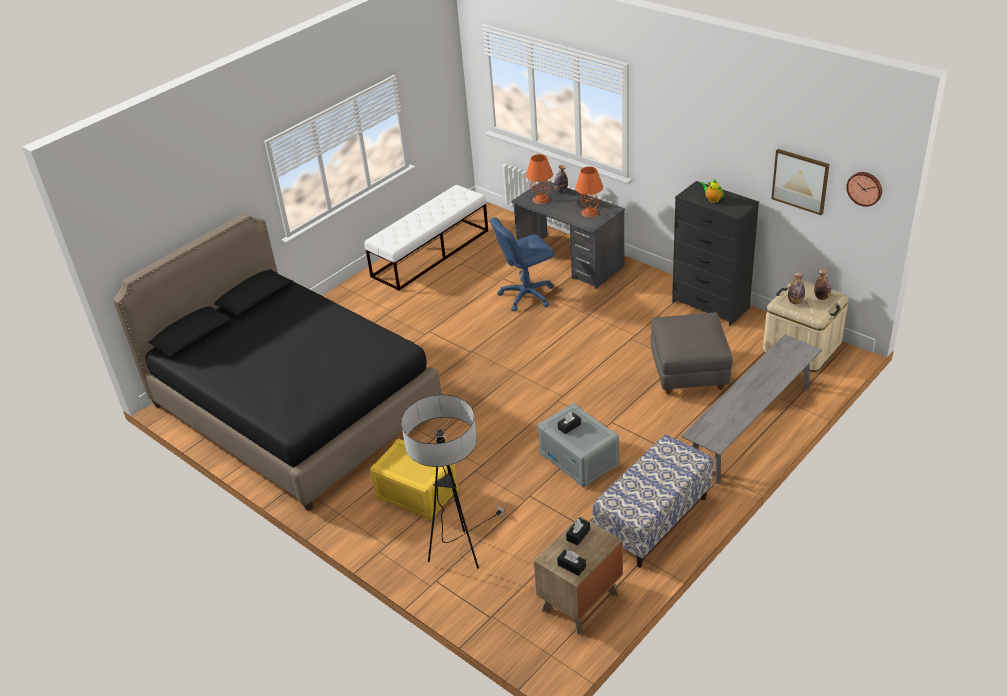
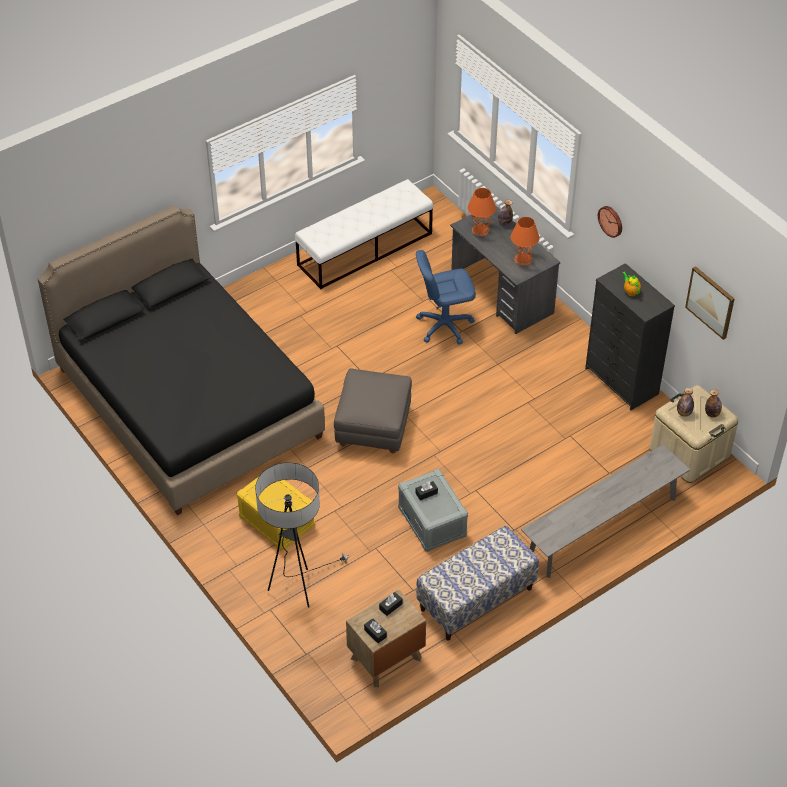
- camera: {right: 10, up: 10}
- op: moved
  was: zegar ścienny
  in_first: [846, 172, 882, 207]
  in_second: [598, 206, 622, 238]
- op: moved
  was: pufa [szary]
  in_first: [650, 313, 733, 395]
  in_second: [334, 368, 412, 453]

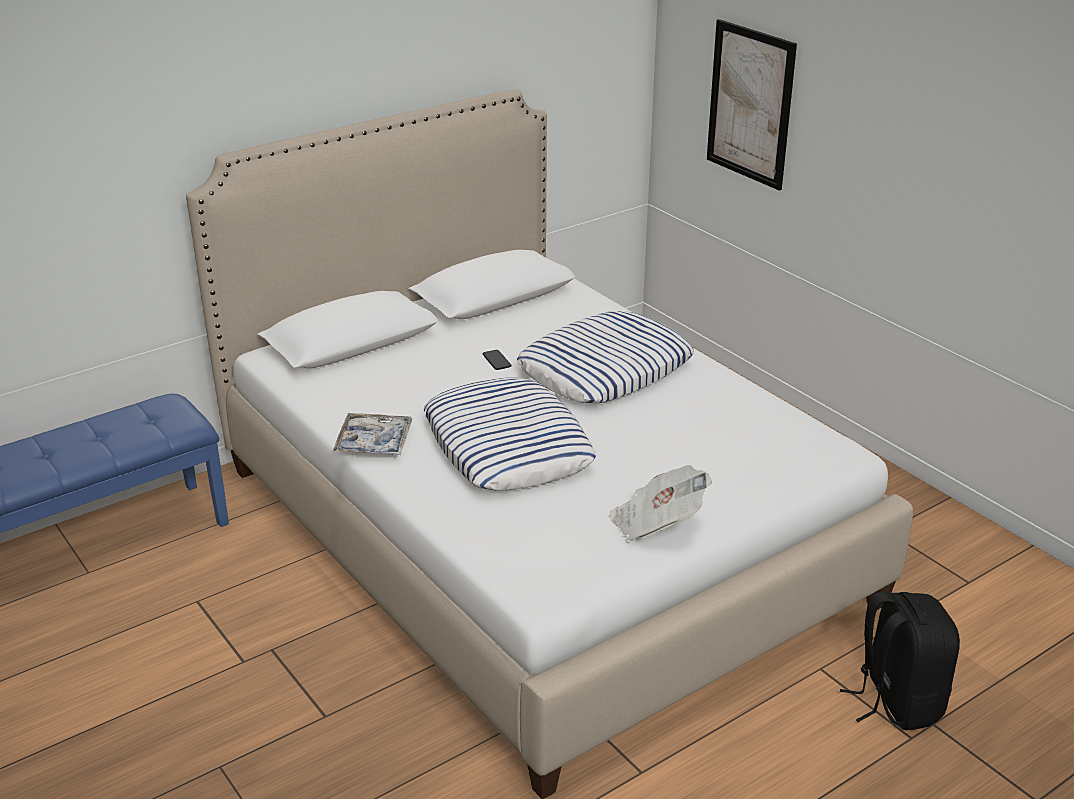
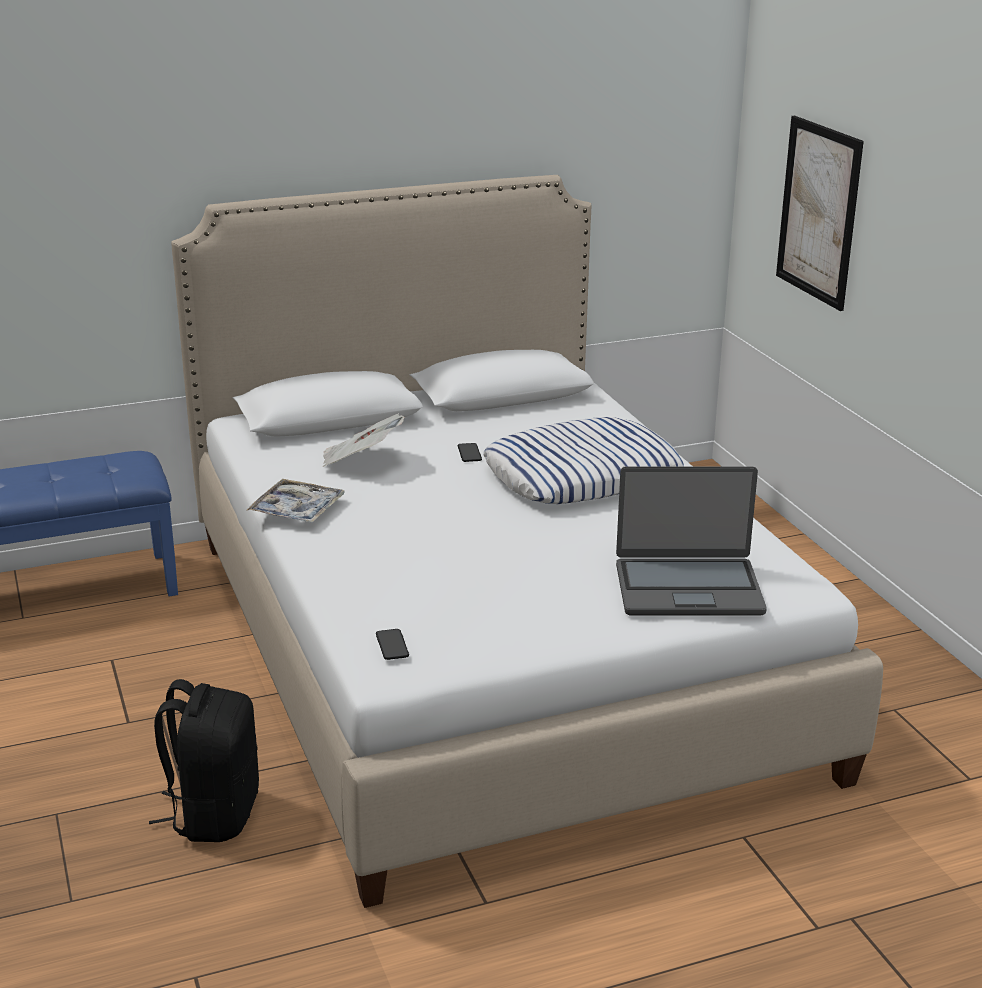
- camera: {right: 15, up: -5}
- op: removed
  was: poduszka
  in_first: [423, 377, 596, 491]
- op: moved
  was: gazeta
  in_first: [609, 465, 712, 541]
  in_second: [323, 413, 404, 467]
- op: moved
  was: plecak [czarny]
  in_first: [840, 592, 960, 730]
  in_second: [149, 679, 259, 842]
- op: added
  now: laptop
  in_second: [616, 466, 767, 615]
- op: added
  now: telefon
  in_second: [376, 629, 409, 660]

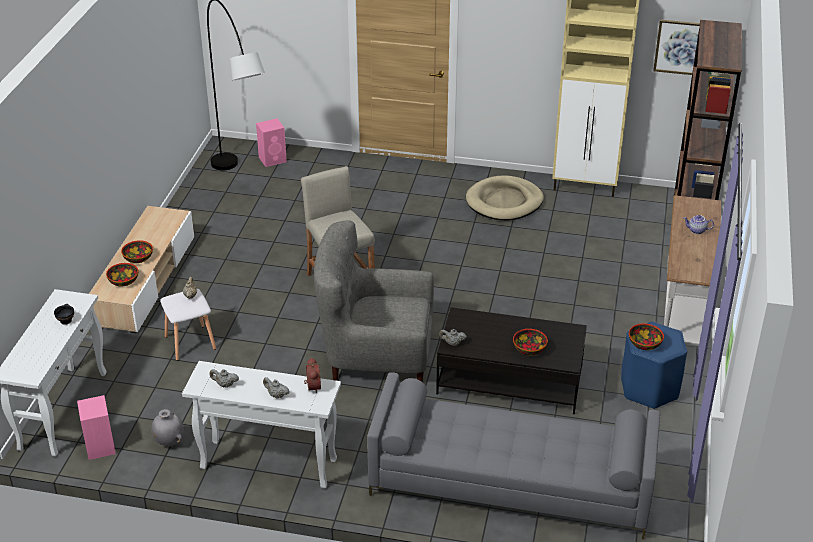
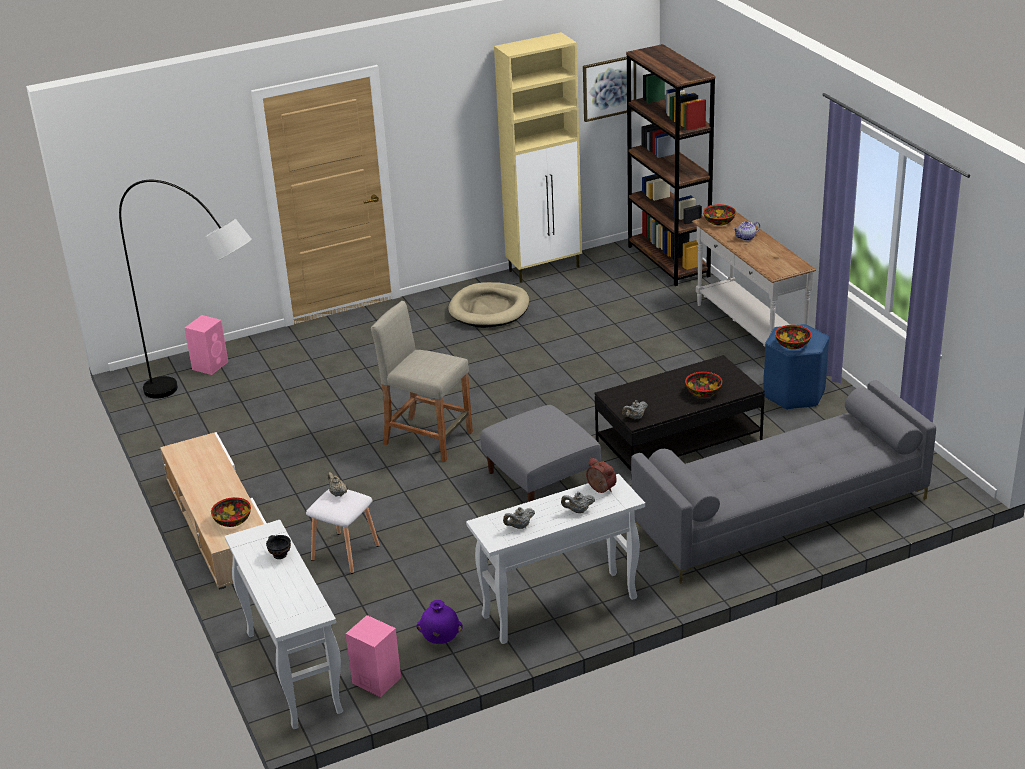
- camera: {right: -35, up: -5}
- op: replaced
  was: fotel [szary]
  now: pufa [szary]
  in_first: [314, 220, 434, 382]
  in_second: [480, 405, 601, 502]
- op: moved
  was: miska
  in_first: [121, 241, 153, 263]
  in_second: [703, 204, 736, 226]
- op: recoloured
  was: wazon [szary]
  now: wazon [fioletowy]
  in_first: [151, 409, 184, 446]
  in_second: [416, 600, 463, 644]

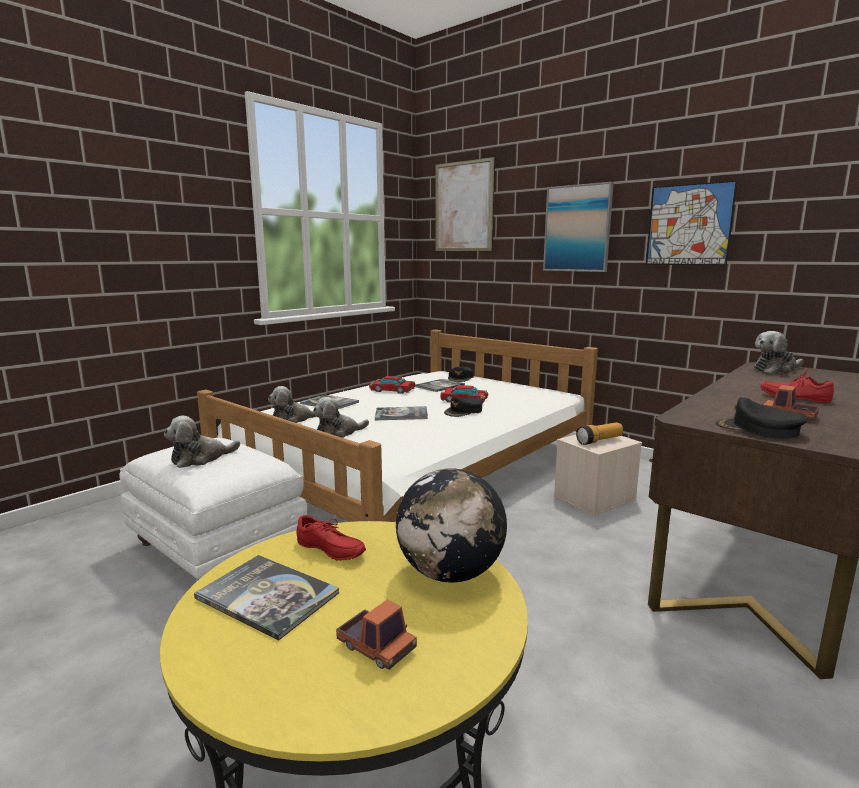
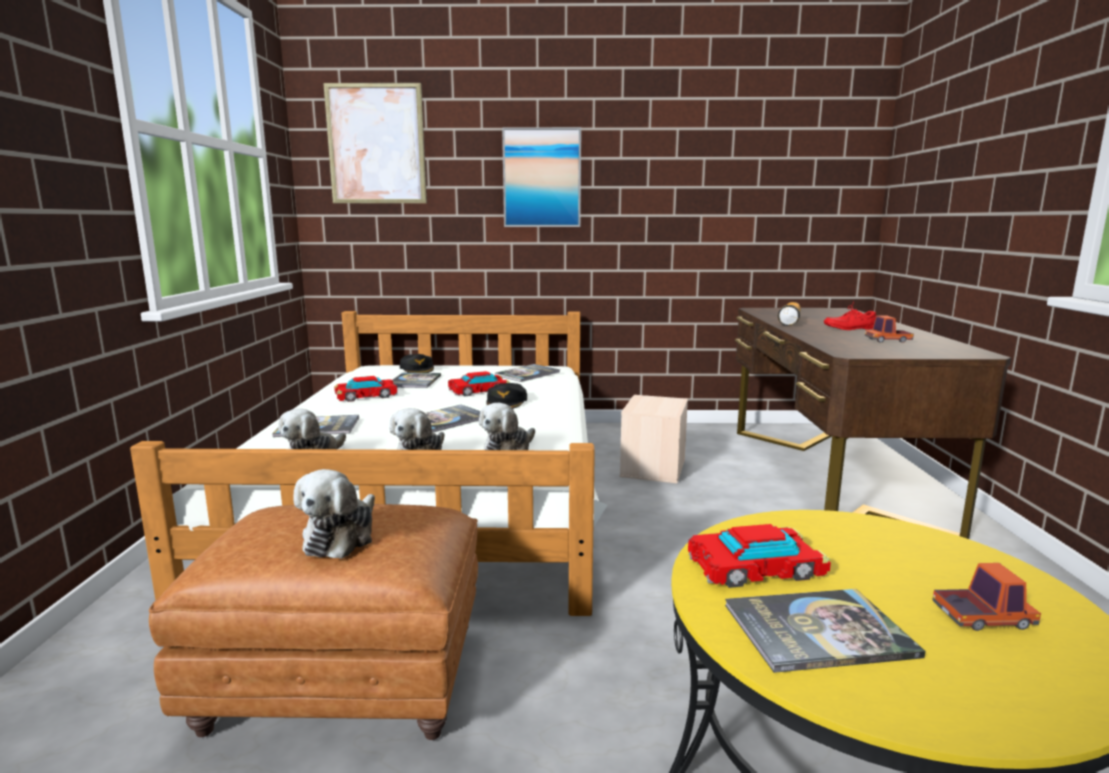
- camera: {right: -40, up: 0}
- op: removed
  was: obraz
  in_first: [646, 181, 737, 266]
- op: moved
  was: pluszak
  in_first: [753, 331, 803, 373]
  in_second: [479, 403, 535, 450]
- op: removed
  was: czapka z daszkiem [czarny]
  in_first: [716, 397, 808, 439]
- op: moved
  was: latarka
  in_first: [576, 422, 623, 445]
  in_second: [778, 302, 801, 326]
- op: recoloured
  was: pufa [biały]
  now: pufa [brązowy]
  in_first: [119, 438, 307, 580]
  in_second: [149, 504, 478, 740]
- op: removed
  was: globus
  in_first: [396, 468, 507, 583]
- op: replaced
  was: but [czerwony]
  now: samochodzik
  in_first: [296, 515, 366, 561]
  in_second: [688, 524, 831, 588]
- op: added
  now: książka
  in_second: [495, 364, 560, 382]

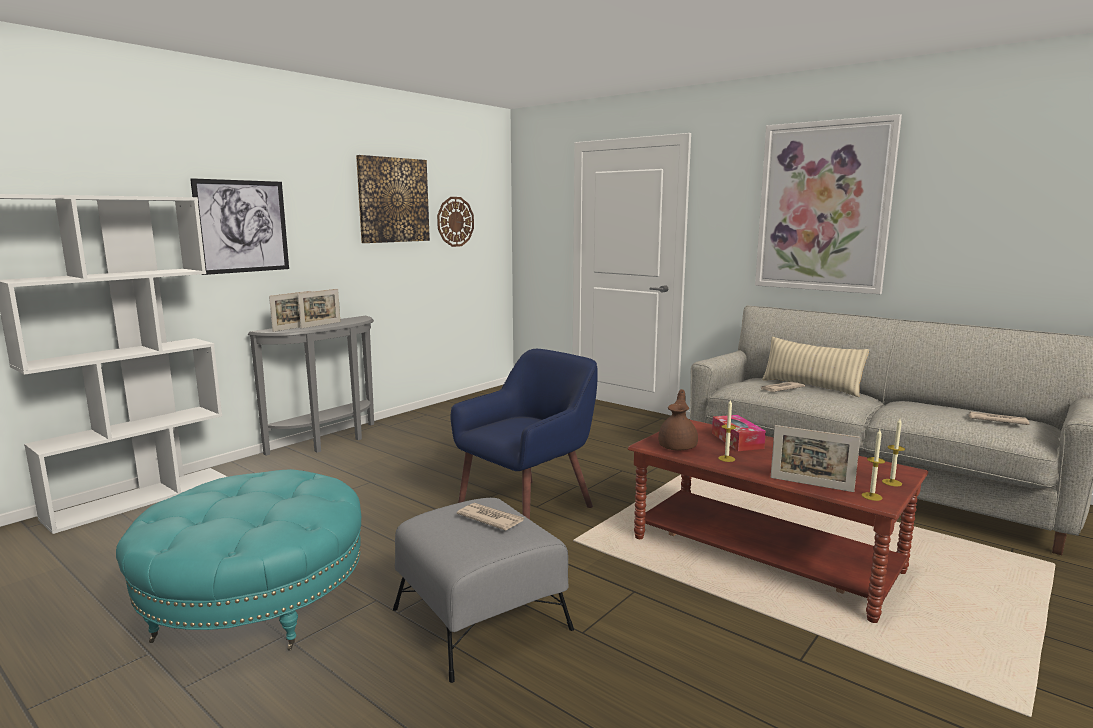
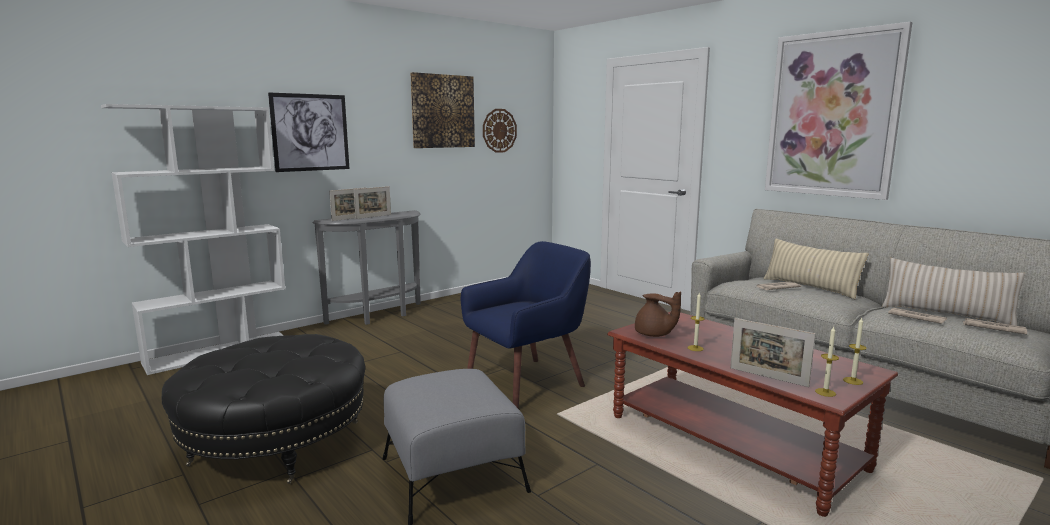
- camera: {right: 10, up: 0}
- op: turned
  was: imbryk [brązowy]
  in_first: [658, 389, 698, 450]
  in_second: [635, 291, 681, 337]
  clockwise: 105
- op: removed
  was: pudełko chusteczek
  in_first: [712, 415, 766, 451]
- op: recoloured
  was: pufa [turkusowy]
  now: pufa [czarny]
  in_first: [116, 469, 361, 650]
  in_second: [162, 334, 365, 484]
- op: moved
  was: gazeta
  in_first: [457, 503, 524, 531]
  in_second: [888, 308, 947, 324]
- op: added
  now: poduszka [beżowy]
  in_second: [882, 258, 1025, 326]

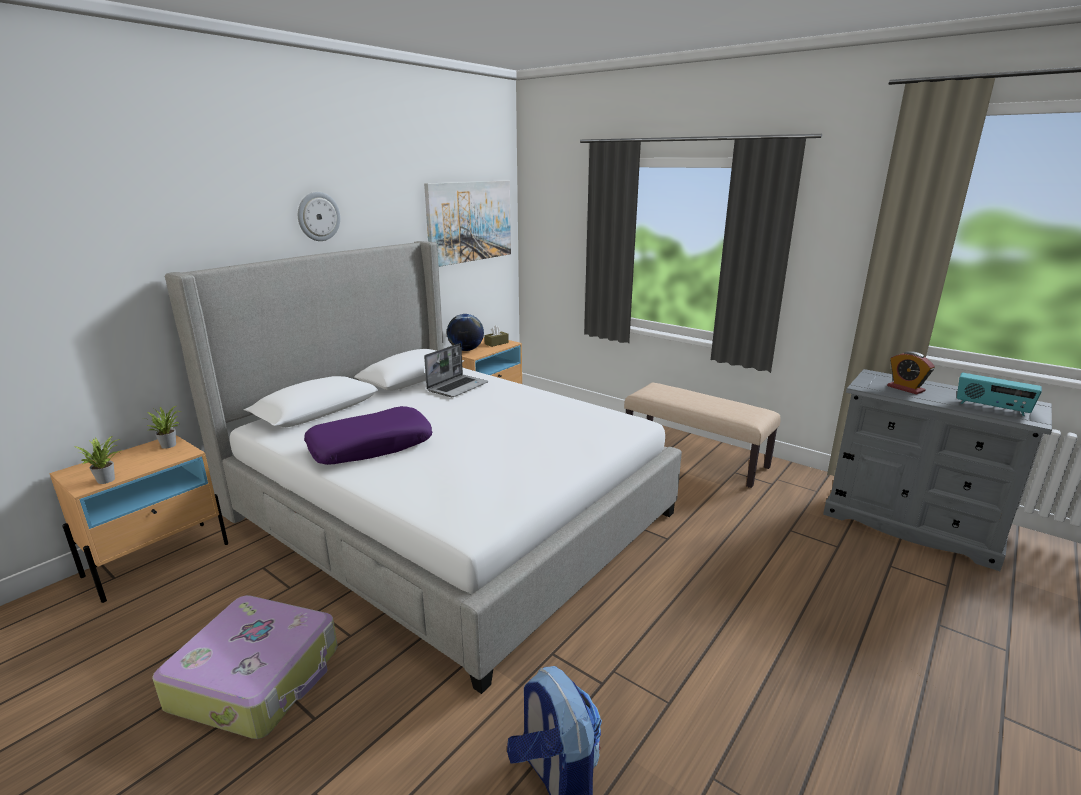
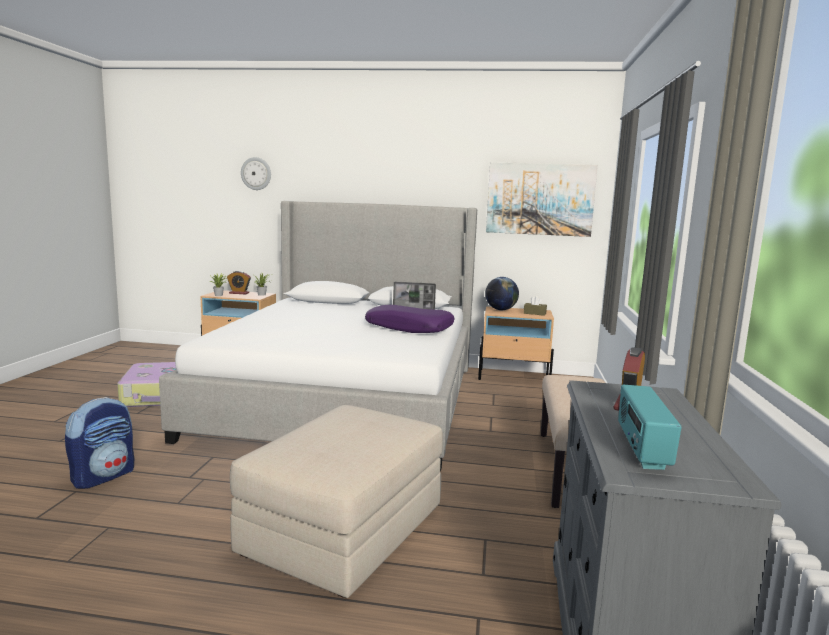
- camera: {right: 60, up: -10}
- op: moved
  was: zegar ścienny
  in_first: [298, 192, 340, 241]
  in_second: [241, 157, 271, 190]
- op: moved
  was: poduszka [fioletowy]
  in_first: [304, 406, 432, 465]
  in_second: [365, 305, 455, 333]
- op: added
  now: budzik
  in_second: [227, 271, 251, 294]
- op: added
  now: pufa [beżowy]
  in_second: [230, 405, 443, 598]

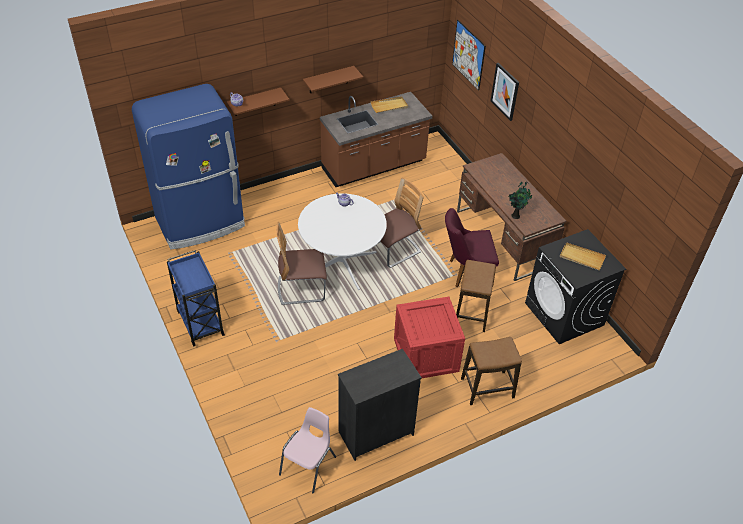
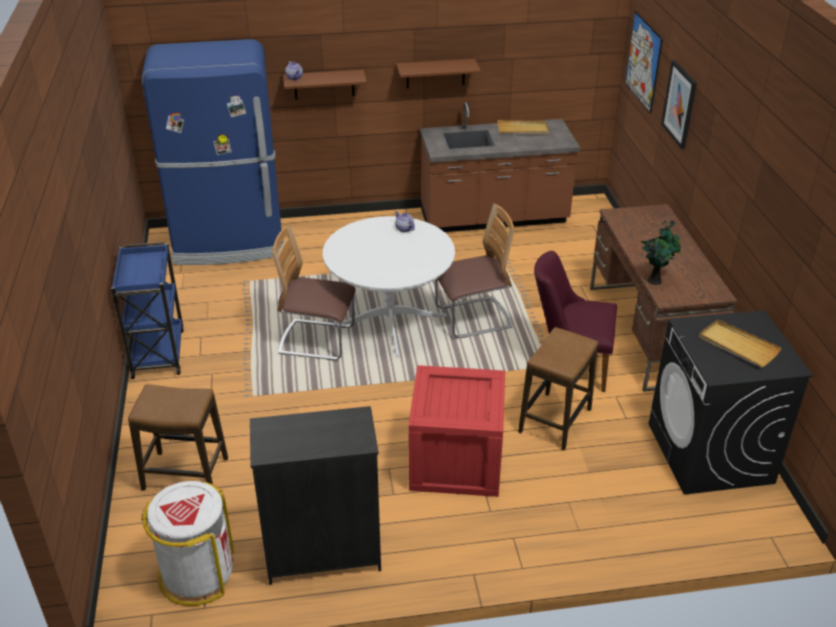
- camera: {right: 20, up: -10}
- op: moved
  was: stołek
  in_first: [461, 337, 522, 405]
  in_second: [128, 384, 228, 491]
- op: replaced
  was: krzesło [różowy]
  now: kosz na śmieci [biały]
  in_first: [279, 407, 336, 493]
  in_second: [141, 481, 234, 606]

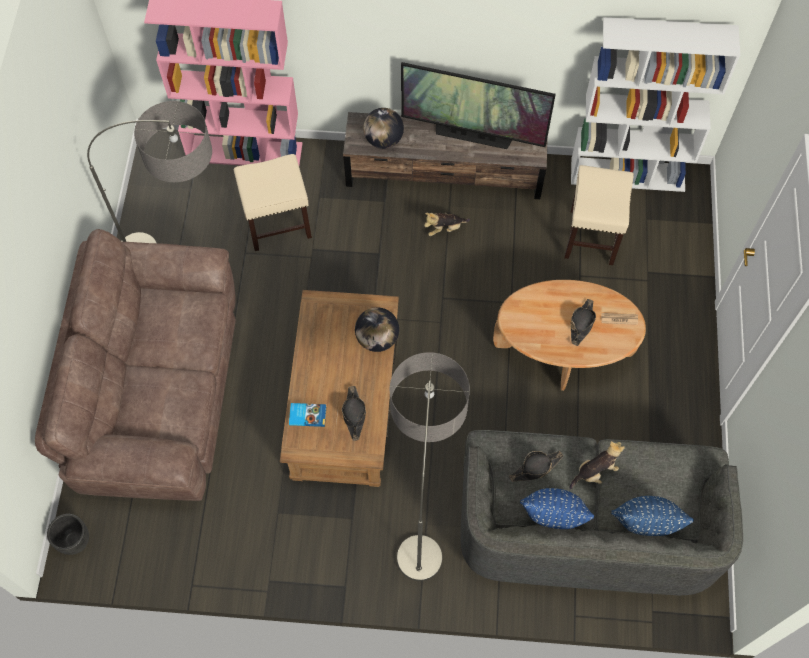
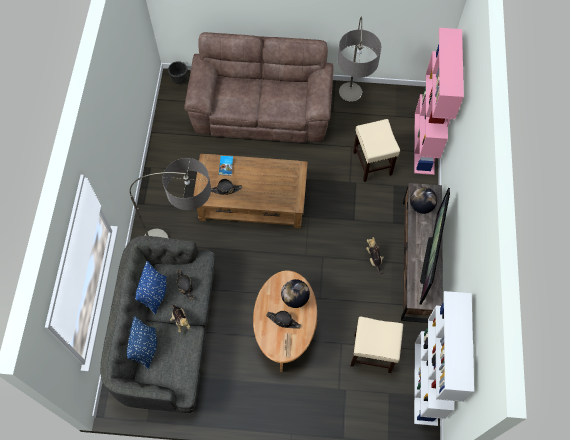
- camera: {right: 90, up: 0}
- op: moved
  was: globus
  in_first: [355, 307, 399, 352]
  in_second: [281, 279, 310, 308]

